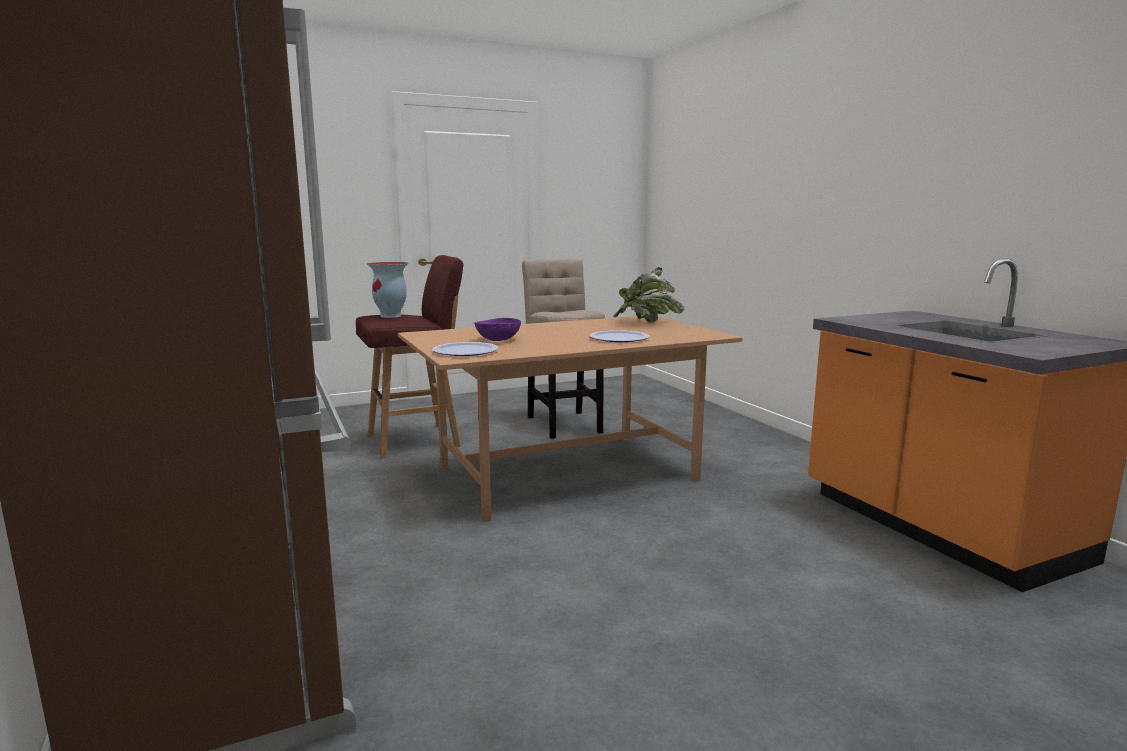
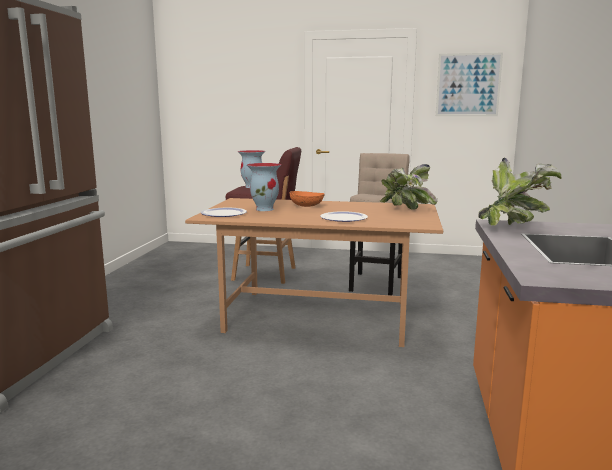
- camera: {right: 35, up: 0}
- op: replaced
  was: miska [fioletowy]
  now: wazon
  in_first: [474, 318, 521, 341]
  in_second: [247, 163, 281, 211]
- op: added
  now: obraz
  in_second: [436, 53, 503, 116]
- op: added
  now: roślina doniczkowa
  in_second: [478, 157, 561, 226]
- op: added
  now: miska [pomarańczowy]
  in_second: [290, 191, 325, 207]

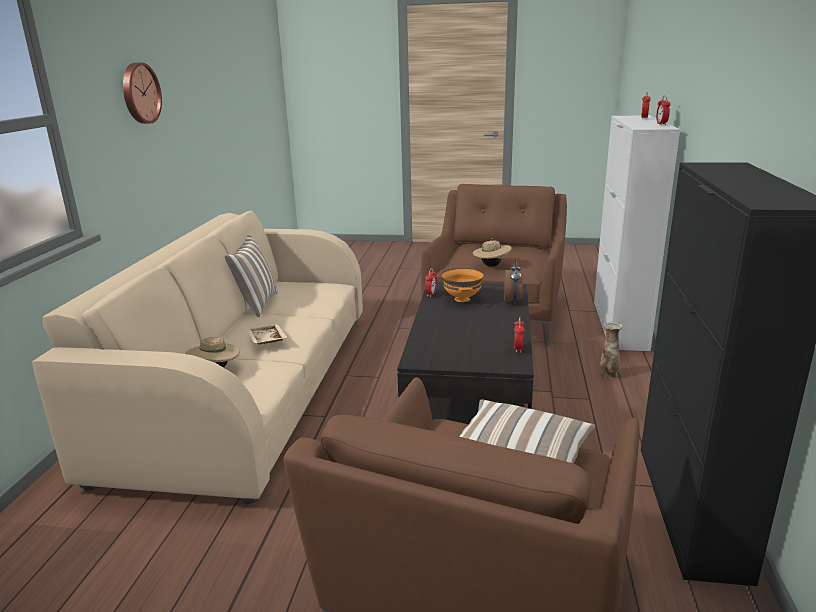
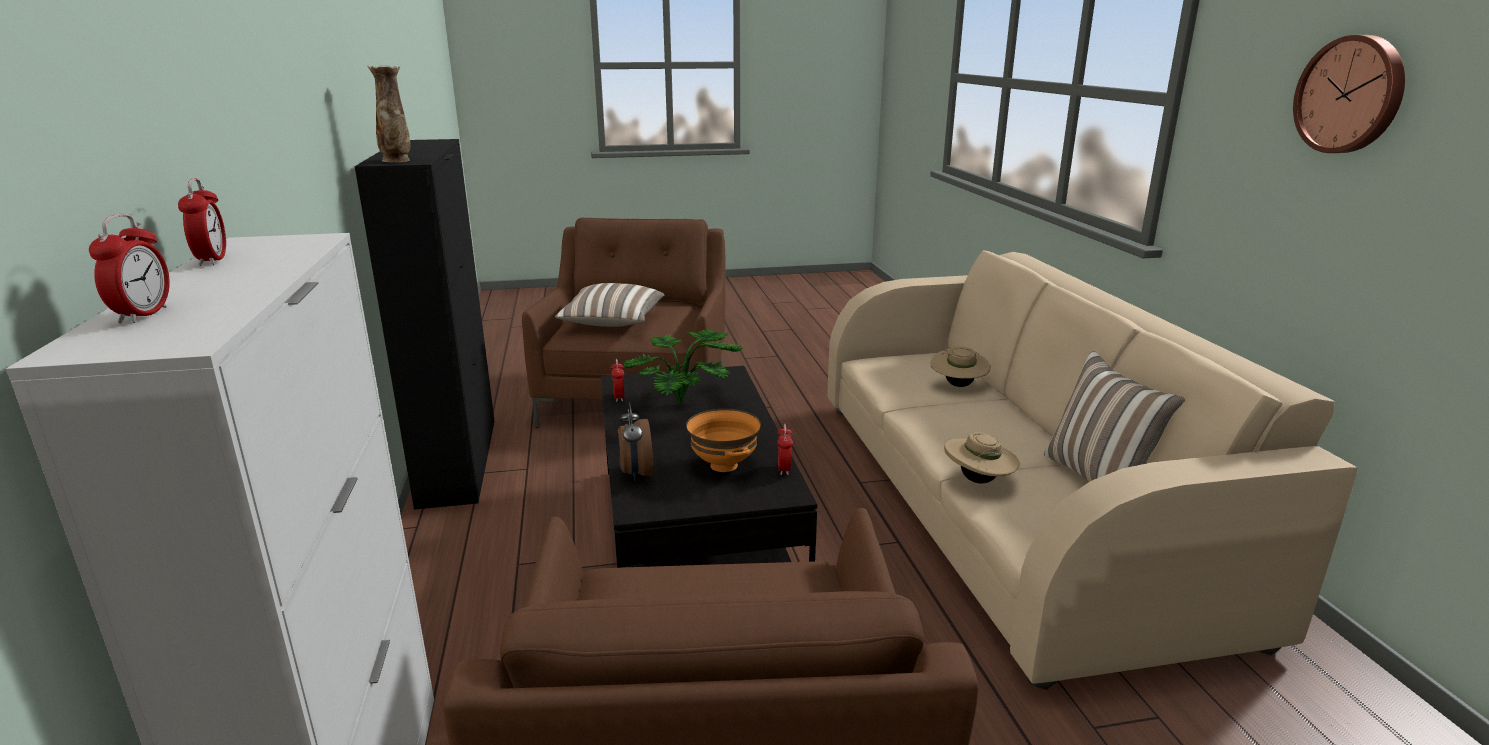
- camera: {right: 160, up: 0}
- op: moved
  was: kapelusz [beżowy]
  in_first: [473, 238, 512, 267]
  in_second: [944, 432, 1020, 483]
- op: moved
  was: wazon
  in_first: [600, 322, 622, 378]
  in_second: [367, 65, 410, 162]
- op: removed
  was: taca [beżowy]
  in_first: [247, 324, 288, 345]
- op: added
  now: roślina doniczkowa
  in_second: [622, 329, 743, 404]

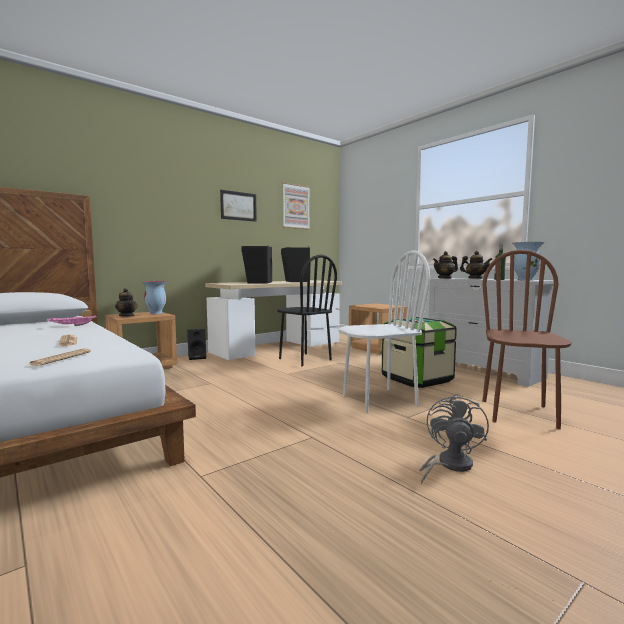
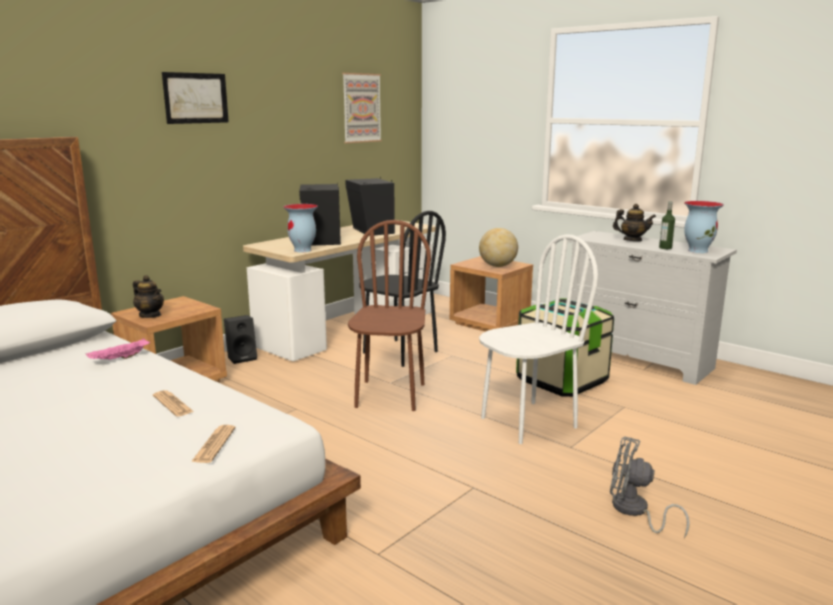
- camera: {right: -10, up: 10}
- op: moved
  was: obraz
  in_first: [220, 190, 257, 222]
  in_second: [162, 72, 229, 124]
- op: moved
  was: krzesło [brązowy]
  in_first: [482, 250, 572, 429]
  in_second: [348, 220, 431, 411]
- op: removed
  was: imbryk
  in_first: [433, 251, 458, 279]
- op: moved
  was: wazon
  in_first: [142, 281, 168, 314]
  in_second: [283, 204, 318, 252]
- op: turned
  was: wentylator [szary]
  in_first: [419, 394, 489, 485]
  in_second: [610, 436, 690, 538]
  clockwise: -75
- op: added
  now: globus
  in_second: [479, 228, 518, 267]

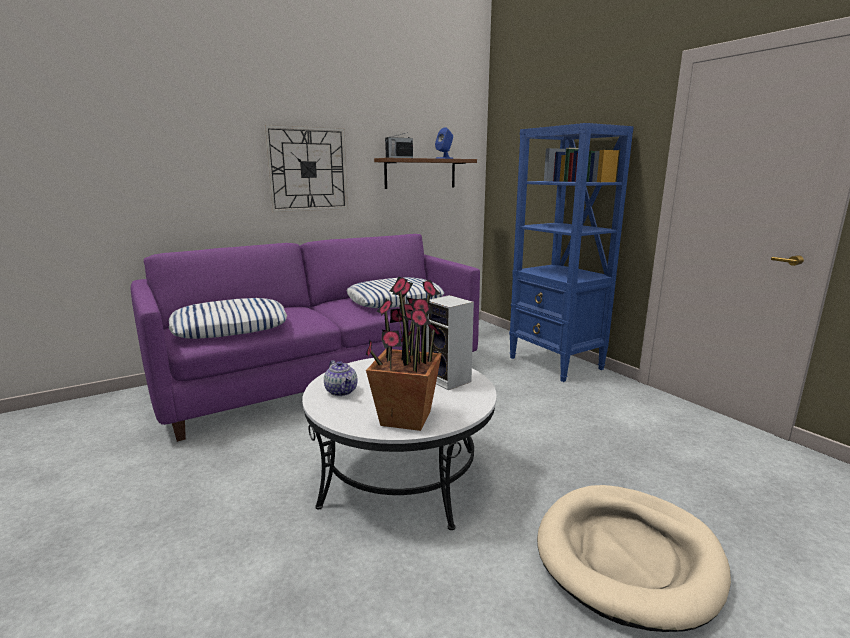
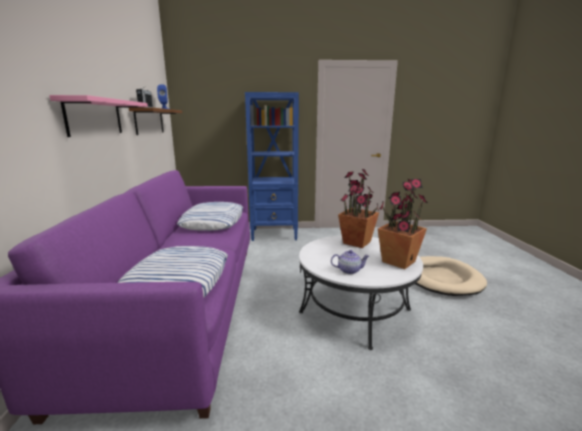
- camera: {right: -60, up: 0}
- op: replaced
  was: zegar ścienny
  now: półka [różowy]
  in_first: [264, 125, 348, 212]
  in_second: [49, 95, 148, 137]
- op: replaced
  was: głośnik
  now: roślina doniczkowa
  in_first: [426, 295, 474, 390]
  in_second: [338, 169, 379, 248]

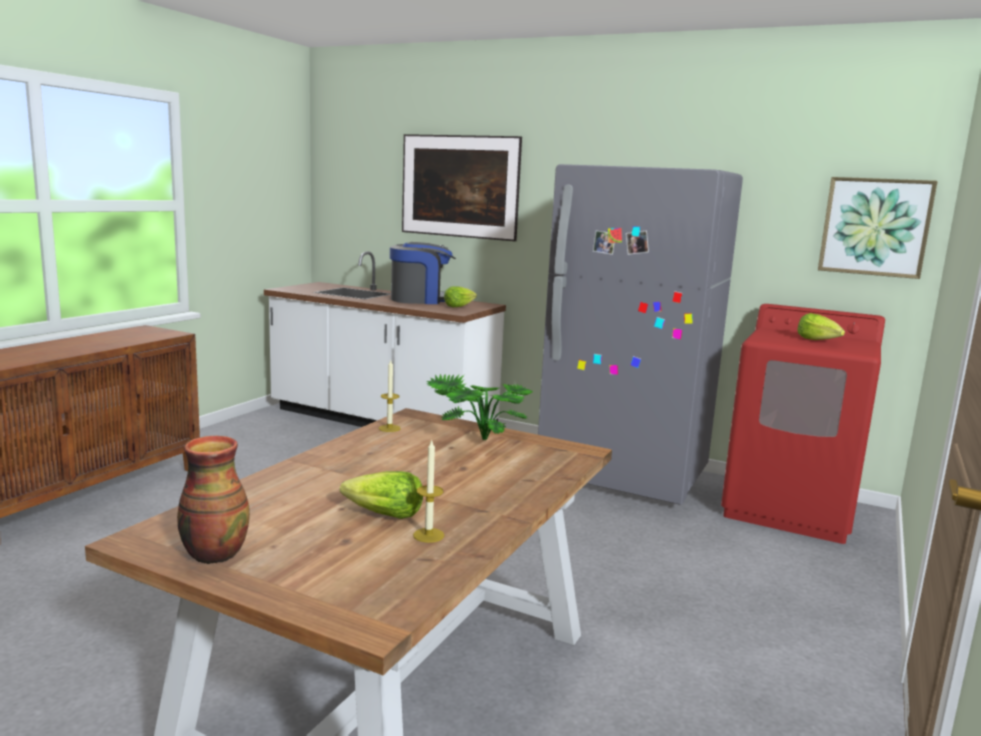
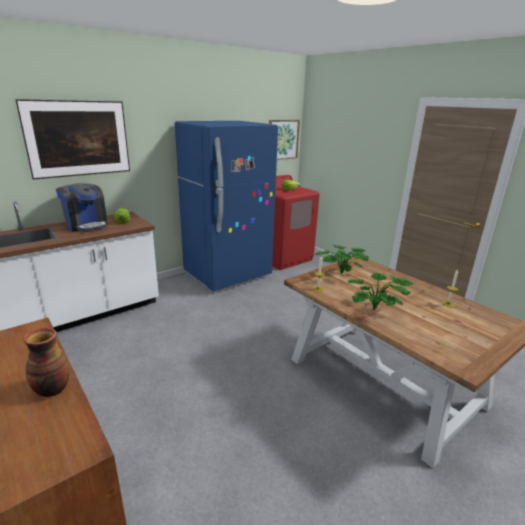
- camera: {right: -65, up: 10}
- op: recoloured
  was: lodówka [szary]
  now: lodówka [niebieski]
  in_first: [538, 164, 743, 505]
  in_second: [175, 121, 278, 291]
- op: turned
  was: ekspres do kawy
  in_first: [390, 242, 456, 304]
  in_second: [56, 183, 108, 232]
  clockwise: 120
- op: moved
  was: wazon
  in_first: [177, 436, 250, 564]
  in_second: [24, 328, 70, 397]
- op: removed
  was: sałata
  in_first: [340, 471, 423, 519]
- op: added
  now: roślina doniczkowa
  in_second: [348, 273, 413, 310]

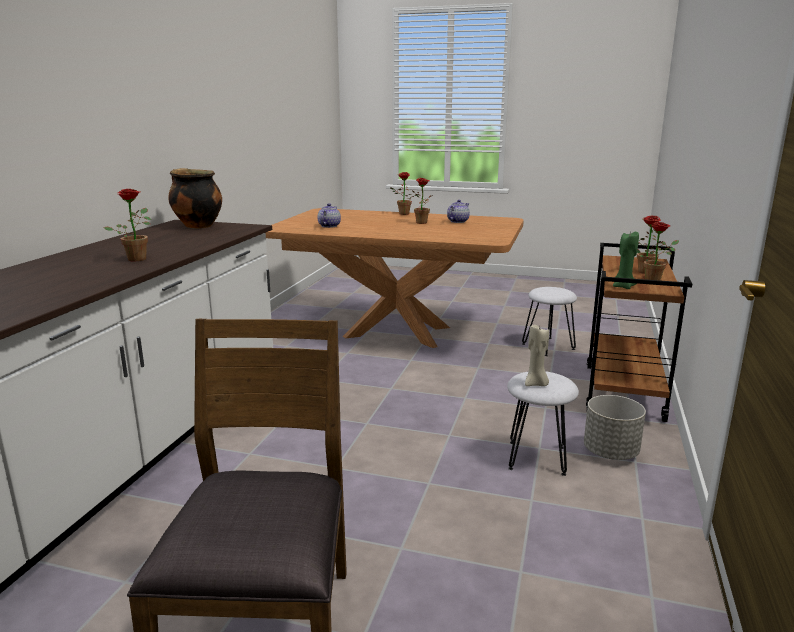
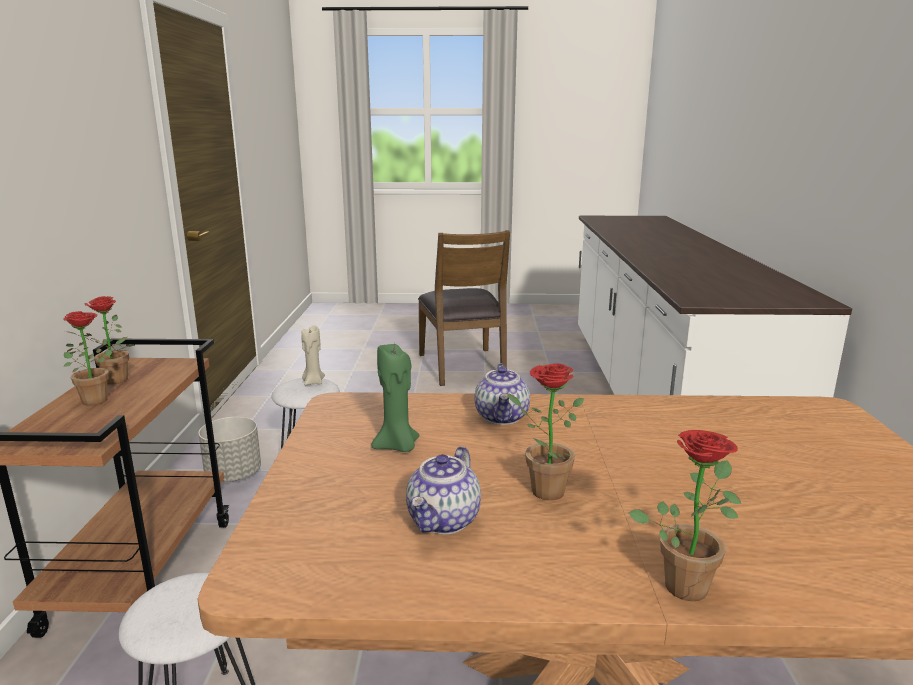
- camera: {right: 165, up: 0}
- op: removed
  was: garnek
  in_first: [168, 168, 222, 229]
- op: removed
  was: roślina doniczkowa
  in_first: [104, 189, 151, 261]
- op: moved
  was: imbryk
  in_first: [318, 203, 341, 228]
  in_second: [475, 364, 530, 425]
- op: moved
  was: świeca [zielony]
  in_first: [613, 232, 639, 289]
  in_second: [372, 344, 420, 452]

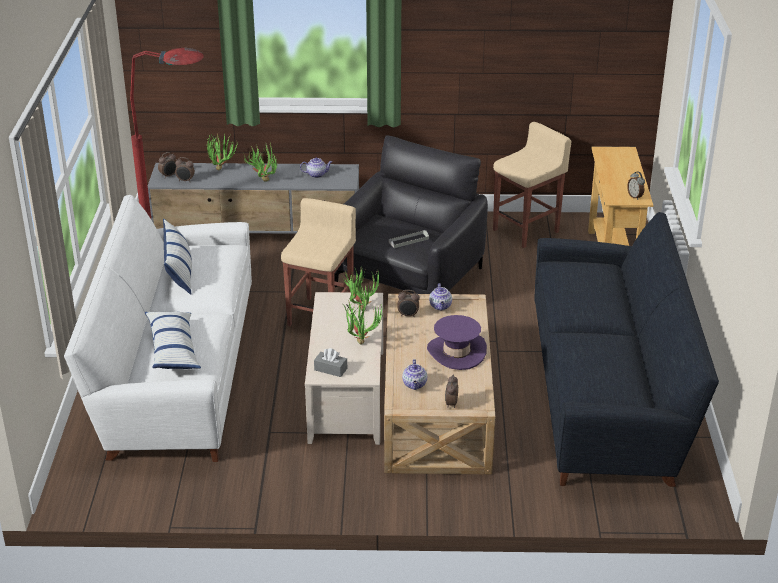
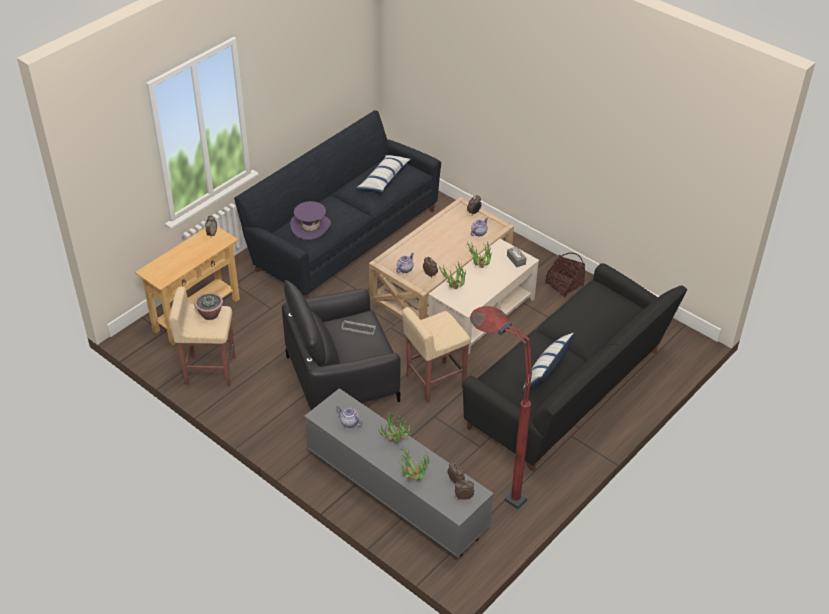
- camera: {right: -140, up: 10}
- op: recoloured
  was: kanapa [biały]
  now: kanapa [czarny]
  in_first: [64, 195, 252, 462]
  in_second: [462, 263, 687, 472]
- op: moved
  was: poduszka
  in_first: [145, 312, 201, 369]
  in_second: [356, 155, 411, 193]
- op: moved
  was: kapelusz [fioletowy]
  in_first: [427, 315, 487, 370]
  in_second: [290, 201, 331, 240]
- op: added
  now: koszyk
  in_second: [545, 253, 585, 297]
- op: added
  now: roślina doniczkowa
  in_second: [194, 293, 223, 320]

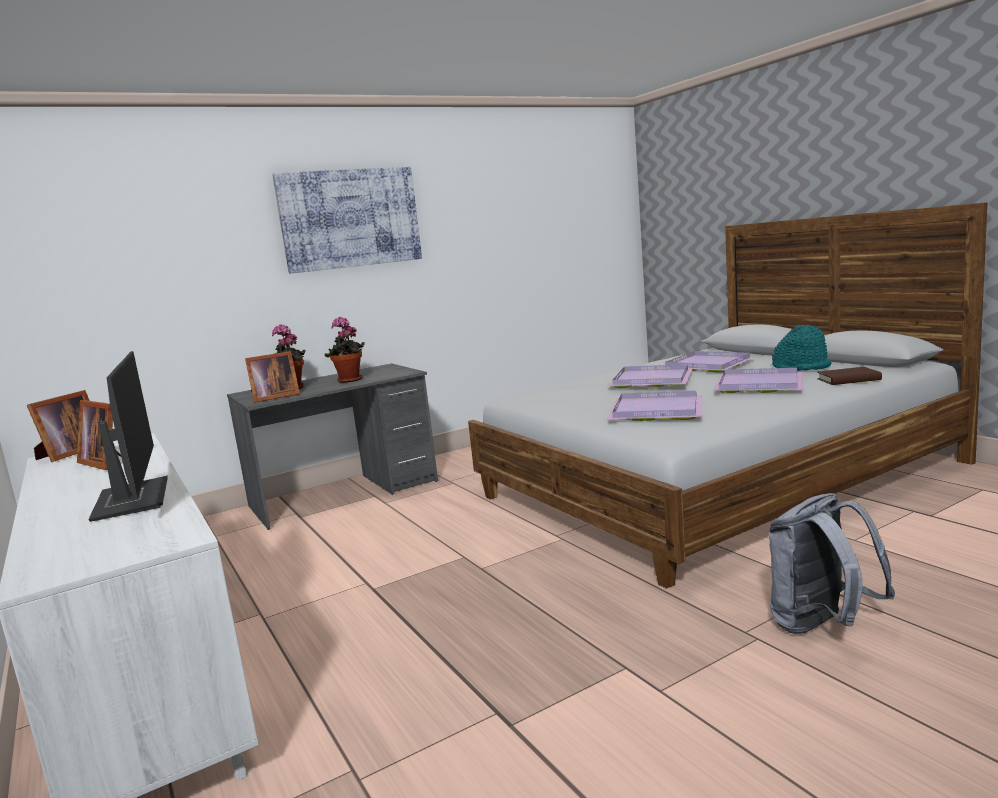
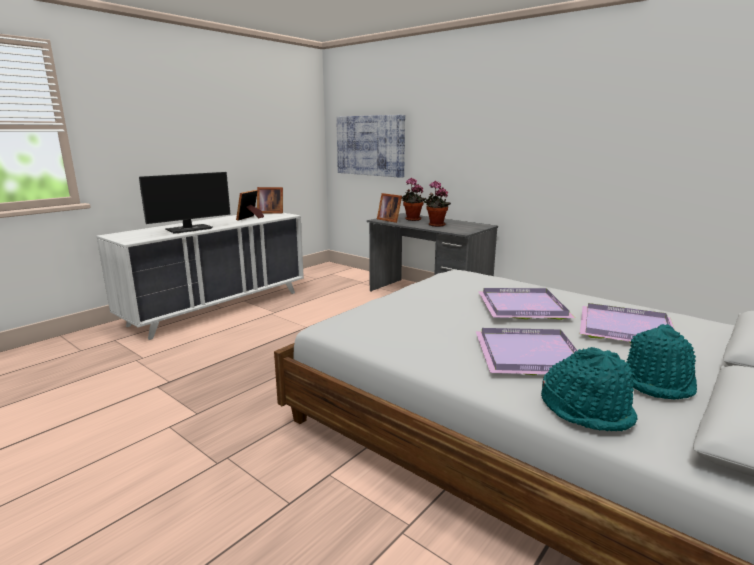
- camera: {right: 70, up: 5}
- op: moved
  was: obraz
  in_first: [272, 167, 422, 274]
  in_second: [336, 115, 405, 178]
- op: replaced
  was: książka [brązowy]
  now: kapelusz [turkusowy]
  in_first: [817, 367, 882, 385]
  in_second: [541, 347, 637, 431]
- op: removed
  was: taca [fioletowy]
  in_first: [607, 391, 702, 421]
- op: removed
  was: plecak [szary]
  in_first: [769, 493, 895, 634]

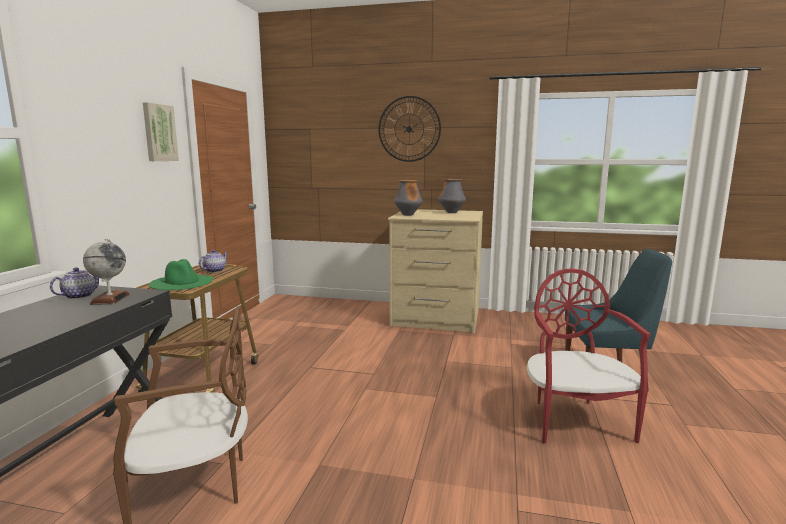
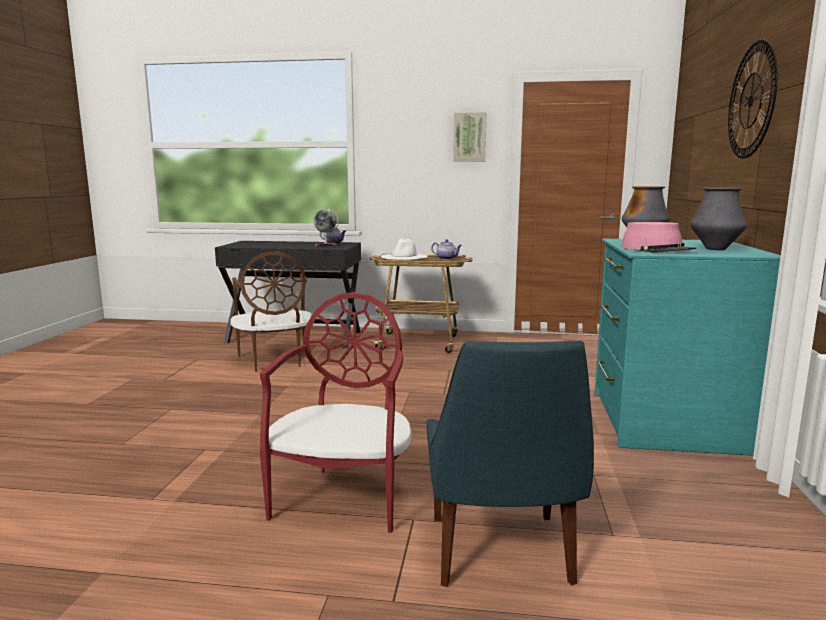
- camera: {right: 85, up: 0}
- op: recoloured
  was: komoda [beżowy]
  now: komoda [turkusowy]
  in_first: [388, 209, 483, 333]
  in_second: [594, 239, 781, 456]
- op: recoloured
  was: kapelusz [zielony]
  now: kapelusz [biały]
  in_first: [149, 259, 213, 290]
  in_second: [381, 239, 428, 260]
- op: turned
  was: krzesło [czerwony]
  in_first: [527, 268, 651, 444]
  in_second: [260, 292, 412, 533]
  clockwise: -75
- op: added
  now: kapelusz [różowy]
  in_second: [621, 222, 696, 253]

